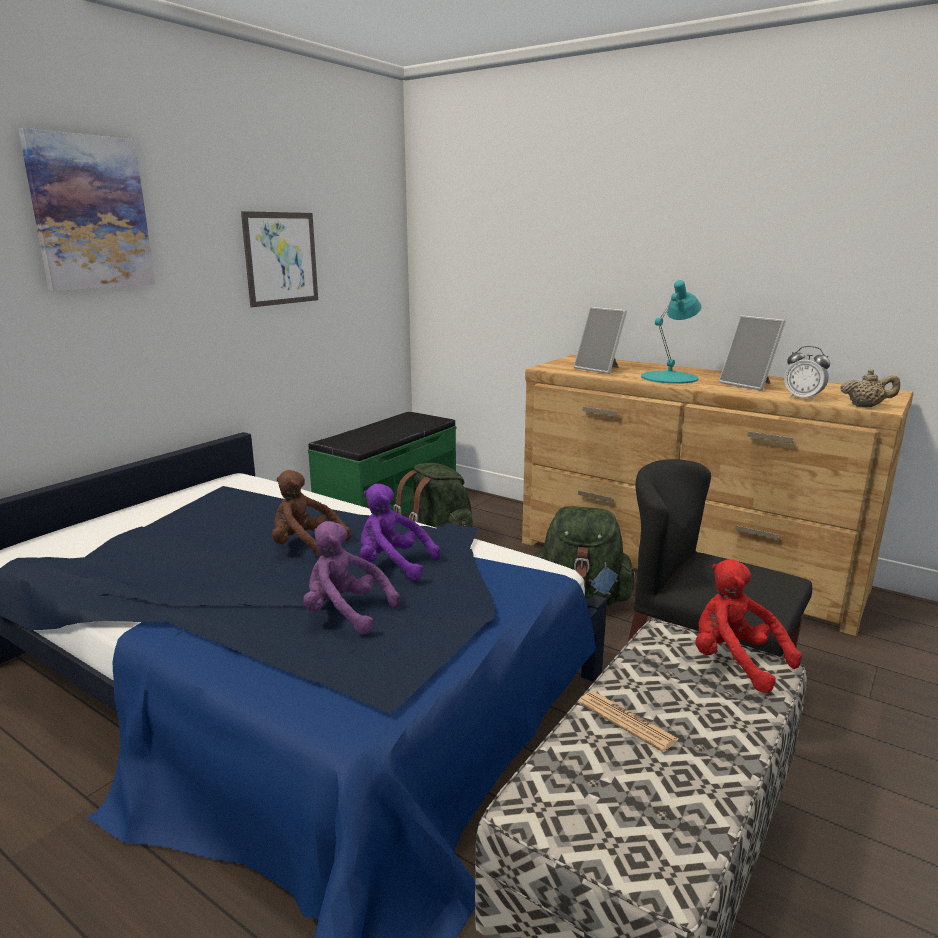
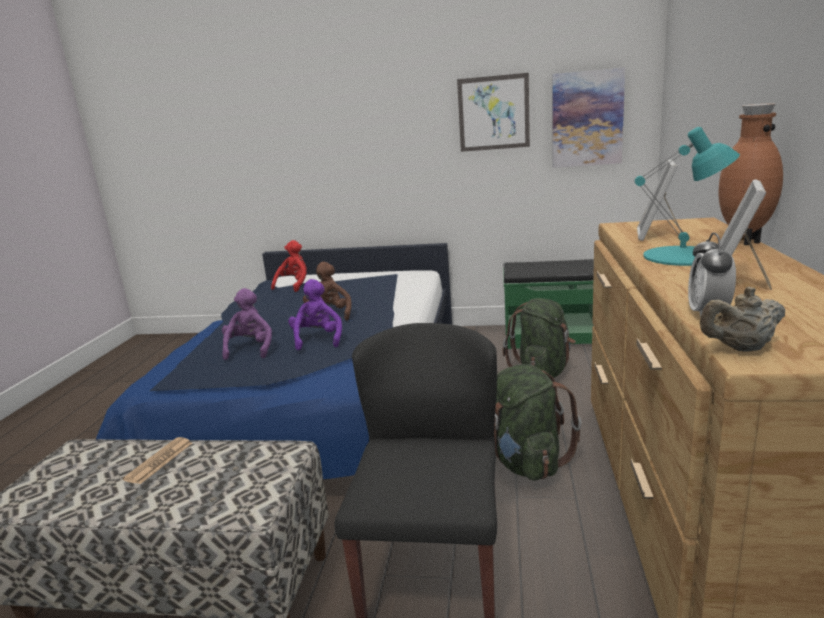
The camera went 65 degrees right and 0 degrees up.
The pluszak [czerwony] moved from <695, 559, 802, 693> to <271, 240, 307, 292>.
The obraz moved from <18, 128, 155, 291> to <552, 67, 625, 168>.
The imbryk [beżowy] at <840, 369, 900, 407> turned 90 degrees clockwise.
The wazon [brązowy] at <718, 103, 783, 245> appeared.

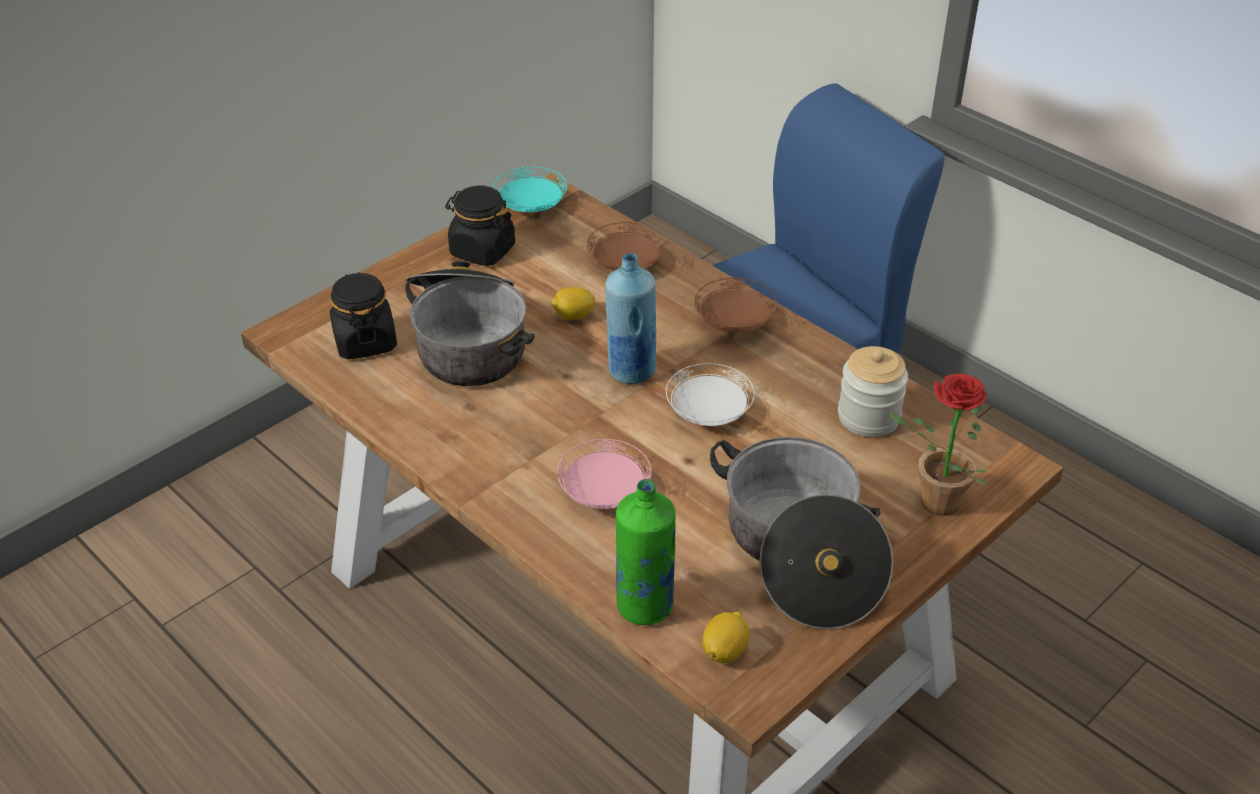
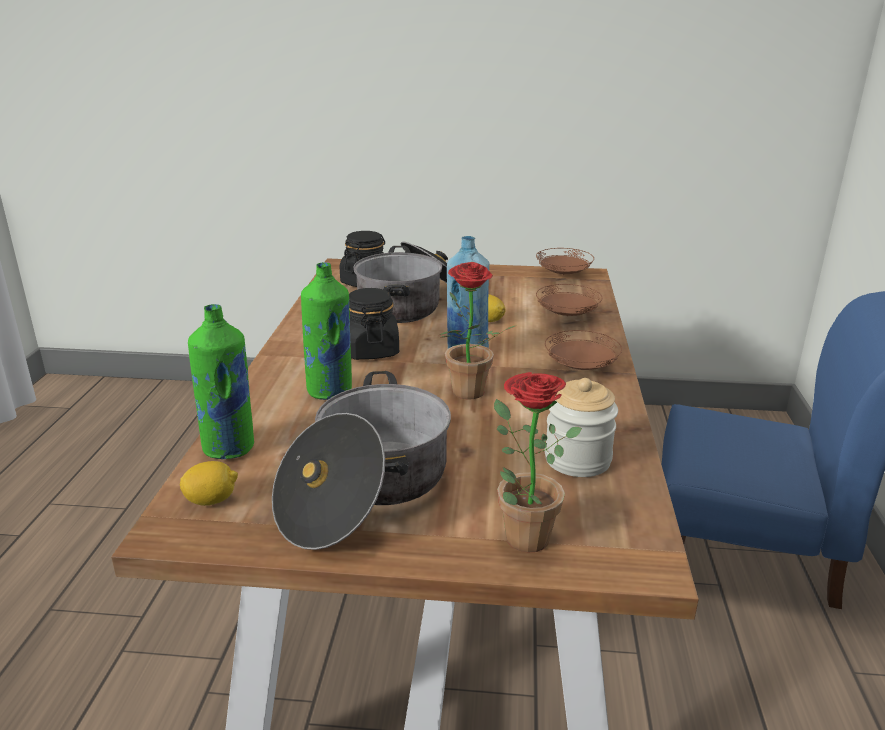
The camera went 50 degrees right and 15 degrees down.
The talerz [różowy] at <557, 439, 652, 509> was replaced by the butelka [zielony] at <301, 262, 352, 400>.
The słoik [czarny] moved from <445, 185, 515, 266> to <349, 288, 399, 360>.
The talerz [biały] at <666, 363, 755, 426> was replaced by the roślina doniczkowa at <440, 262, 517, 400>.
The talerz [turkusowy] at <493, 167, 567, 212> became the talerz [brązowy] at <536, 248, 594, 275>.

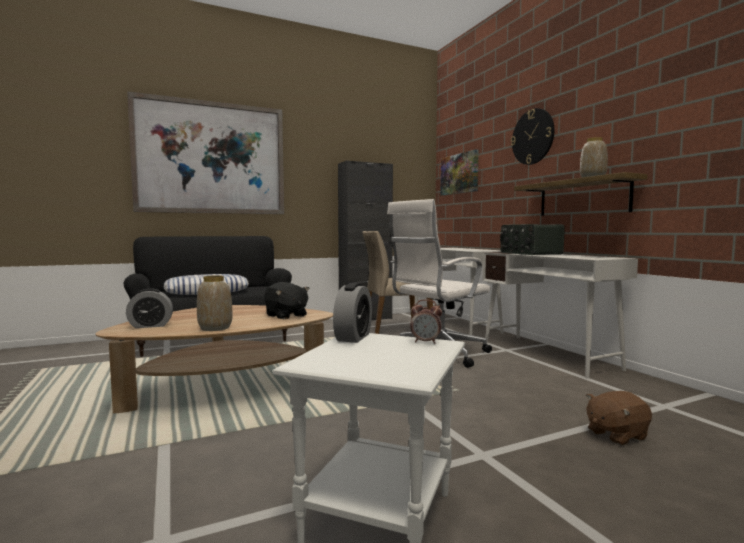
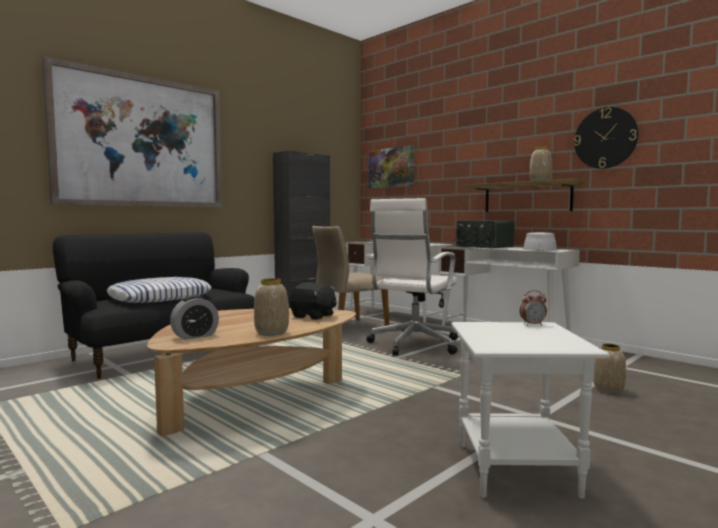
The camera went 20 degrees left and 0 degrees up.
The kapelusz [szary] at <523, 232, 558, 251> appeared.
The zegar ścienny moved from <511, 108, 554, 165> to <574, 107, 639, 169>.
The pluszak [brązowy] at <586, 391, 652, 445> was replaced by the wazon at <593, 343, 626, 394>.
The budzik at <333, 283, 372, 343> disappeared.

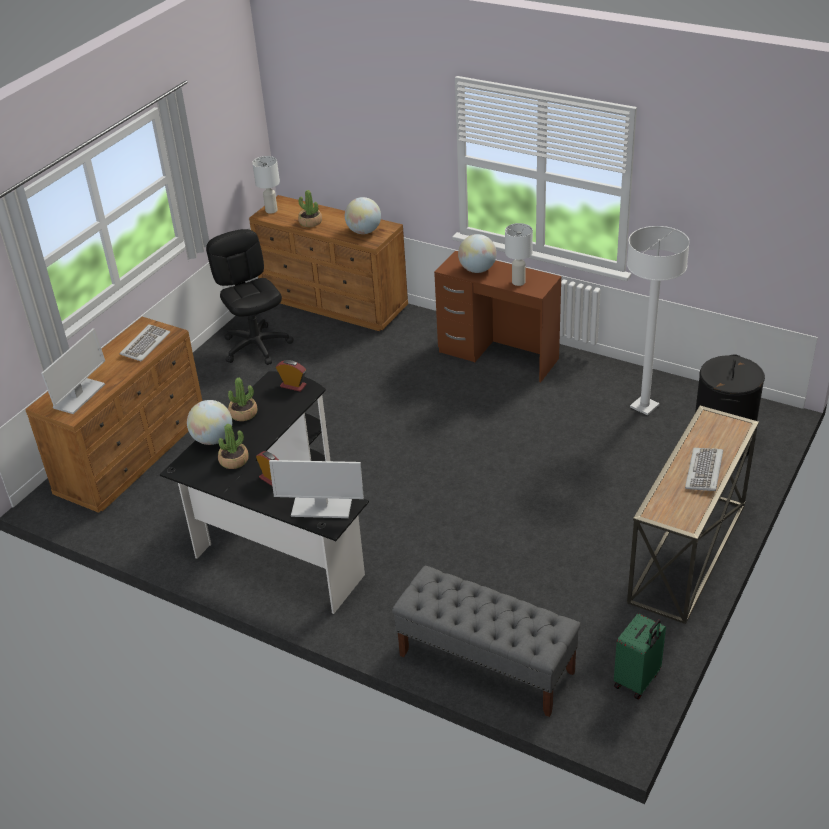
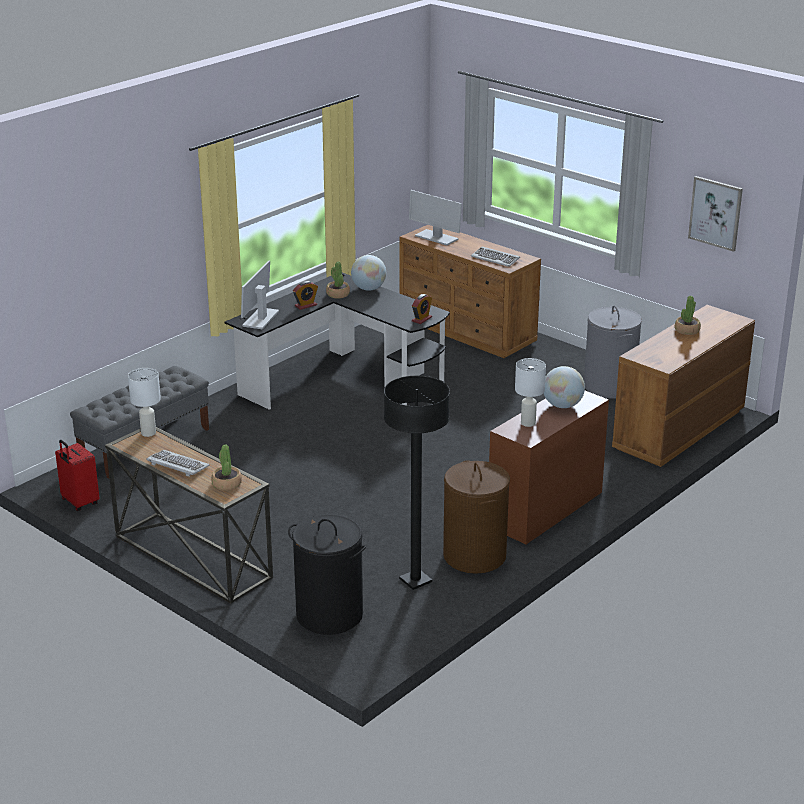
The camera went 100 degrees right and 10 degrees down.
The walizka [zielony] at <614, 613, 666, 699> became the walizka [czerwony] at <55, 440, 100, 511>.
The lampa stołowa [biały] moved from <252, 156, 280, 214> to <128, 368, 161, 437>.
The roślina doniczkowa moved from <228, 378, 258, 421> to <211, 444, 242, 491>.
The lampa stojąca [biały] at <627, 226, 690, 415> became the lampa stojąca [czarny] at <384, 376, 450, 590>.
The kosz na pranie [brązowy] at <443, 460, 510, 574> appeared.
The krzesło biurowe [czarny] at <206, 229, 294, 365> was replaced by the kosz na pranie [szary] at <584, 306, 642, 399>.
The obraz at <688, 176, 743, 252> appeared.
The globus at <345, 197, 381, 234> disappeared.

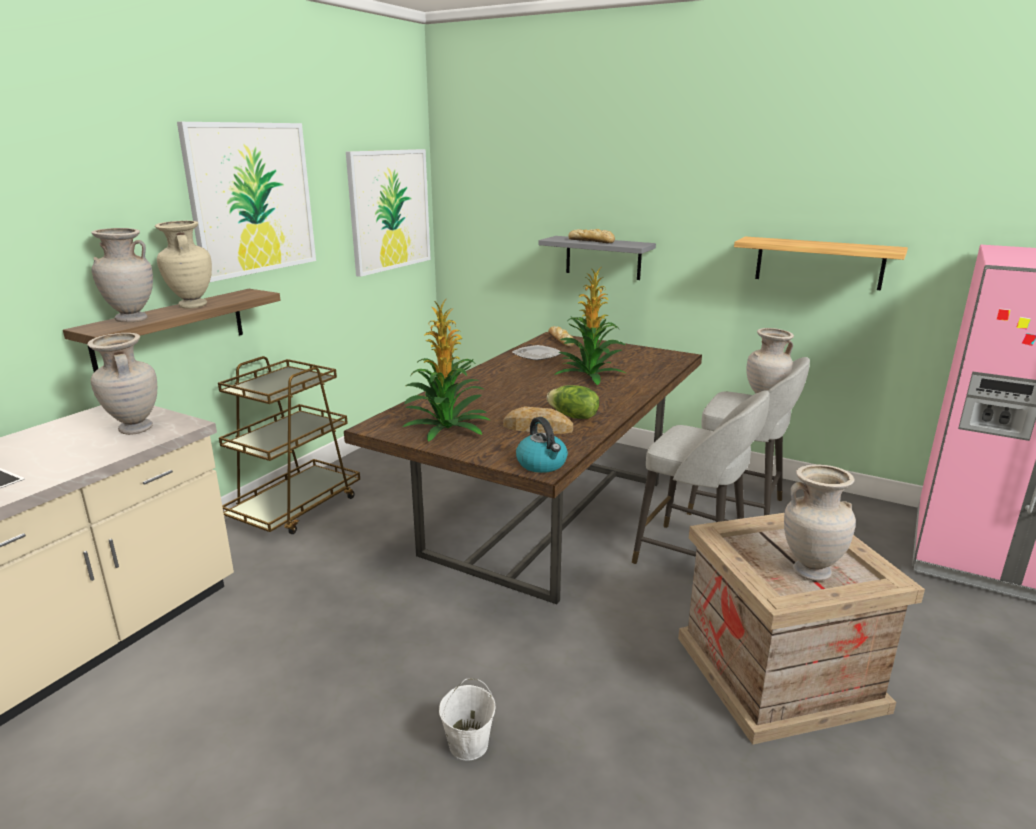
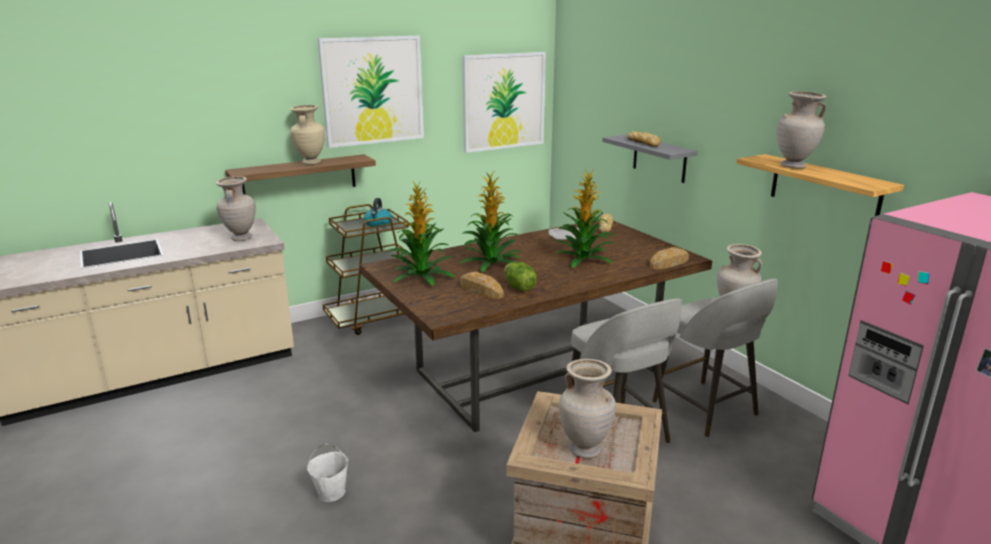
The camera went 30 degrees right and 0 degrees up.
The czajnik moved from <516, 417, 568, 473> to <364, 198, 392, 227>.
The roślina doniczkowa at <460, 171, 522, 272> appeared.
The chleb at <650, 247, 689, 269> appeared.
The wazon [beżowy] moved from <91, 228, 153, 322> to <777, 91, 827, 169>.

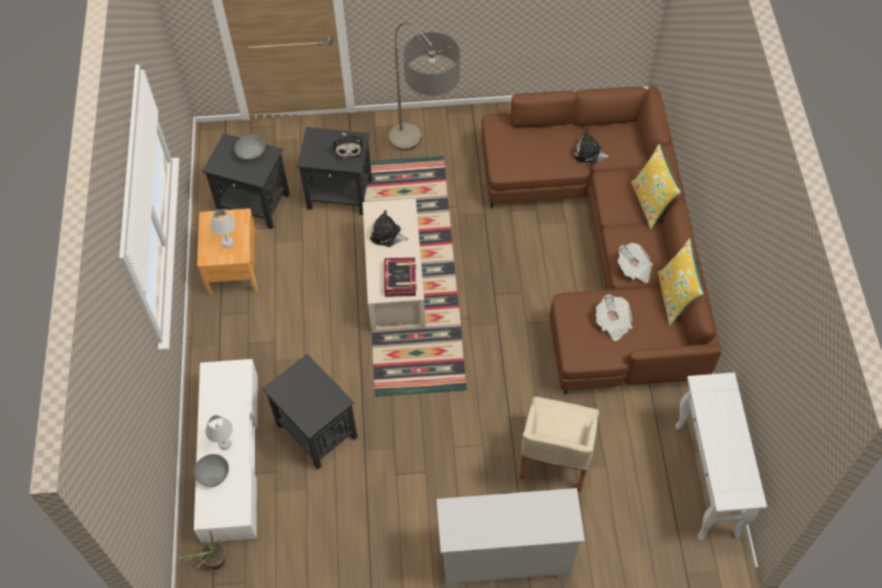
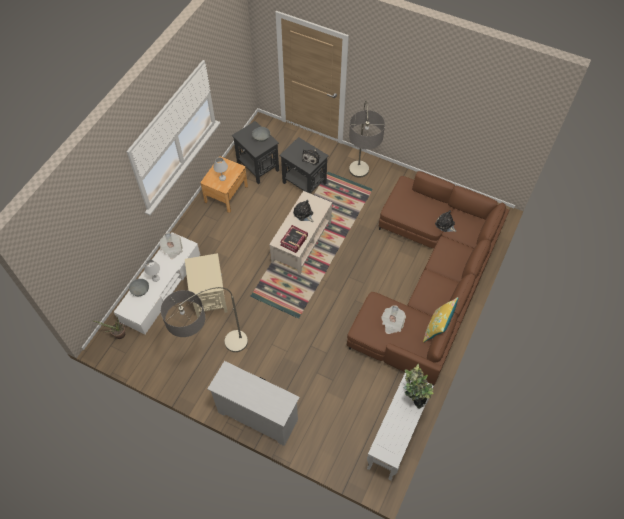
The camera went 30 degrees right and 0 degrees up.
The gazeta moved from <618, 243, 653, 283> to <160, 232, 183, 259>.
The lampa stojąca at <161, 287, 248, 352> appeared.
The stolik [czarny] at <262, 354, 357, 469> became the stolik [beżowy] at <185, 253, 227, 318>.
The roślina doniczkowa at <404, 364, 433, 409> appeared.
The fotel [beżowy] at <520, 397, 599, 492> disappeared.
The poduszka [żółty] at <631, 144, 681, 230> disappeared.

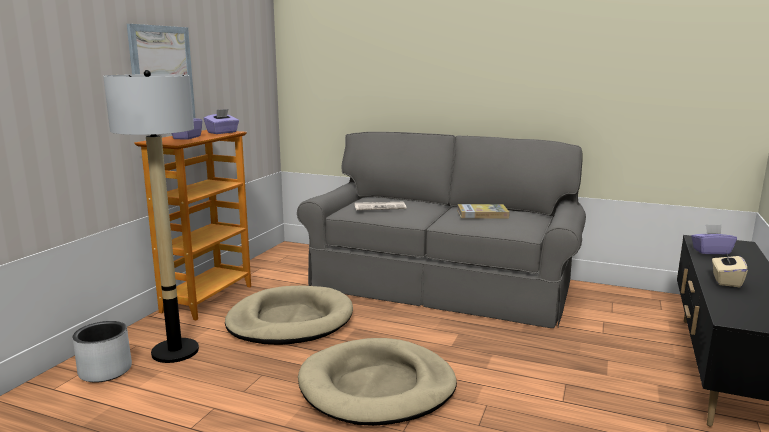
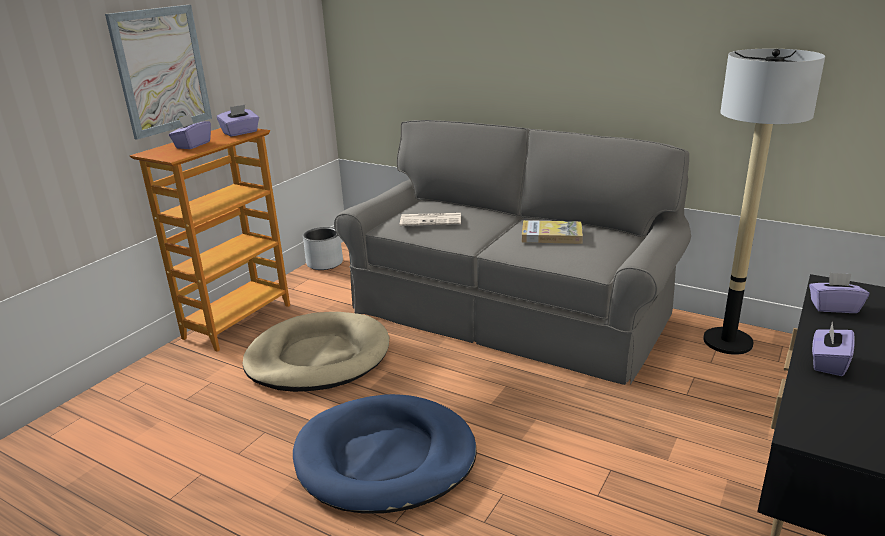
The camera went 10 degrees right and 10 degrees up.
The legowisko [beżowy] at <298, 338, 457, 426> became the legowisko [niebieski] at <293, 394, 477, 514>.
The donica [szary] moved from <73, 321, 132, 382> to <303, 227, 343, 270>.
The lampa stojąca moved from <103, 70, 199, 363> to <703, 49, 825, 355>.
The pudełko chusteczek [beżowy] at <712, 251, 748, 287> became the pudełko chusteczek [fioletowy] at <812, 322, 855, 376>.

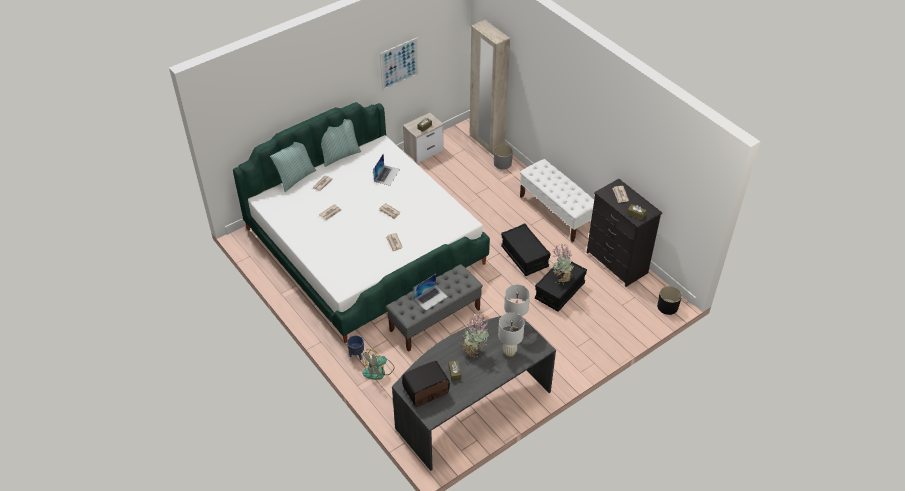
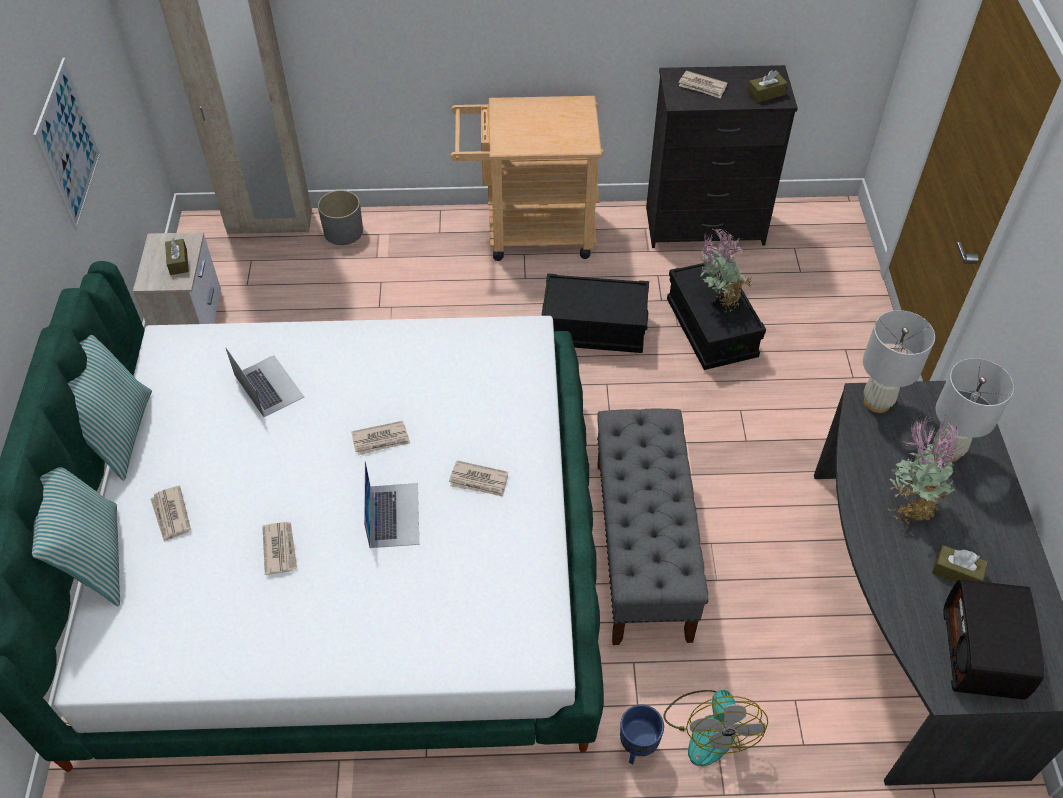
The camera went 55 degrees left and 5 degrees up.
The laptop moved from <413, 274, 448, 310> to <364, 461, 419, 548>.
The ławka [biały] at <520, 159, 594, 242> was replaced by the wózek [beżowy] at <451, 96, 604, 261>.
The donica [czarny] at <657, 286, 682, 315> disappeared.

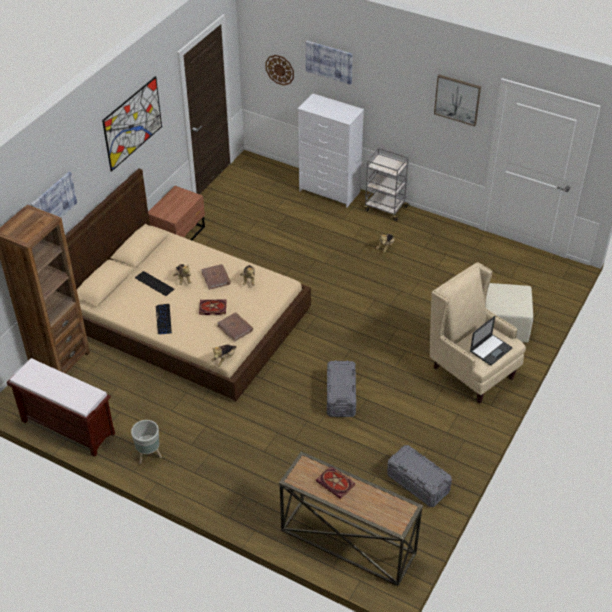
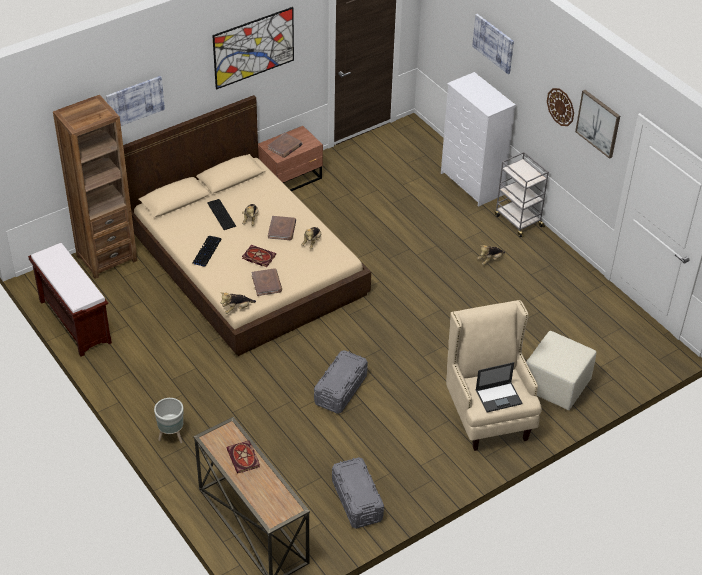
The camera went 25 degrees right and 0 degrees up.
The donica [szary] moved from <131, 420, 162, 464> to <154, 398, 183, 443>.
The książka [brązowy] at <268, 133, 303, 158> appeared.
The zegar ścienny moved from <265, 55, 294, 86> to <547, 88, 574, 126>.

